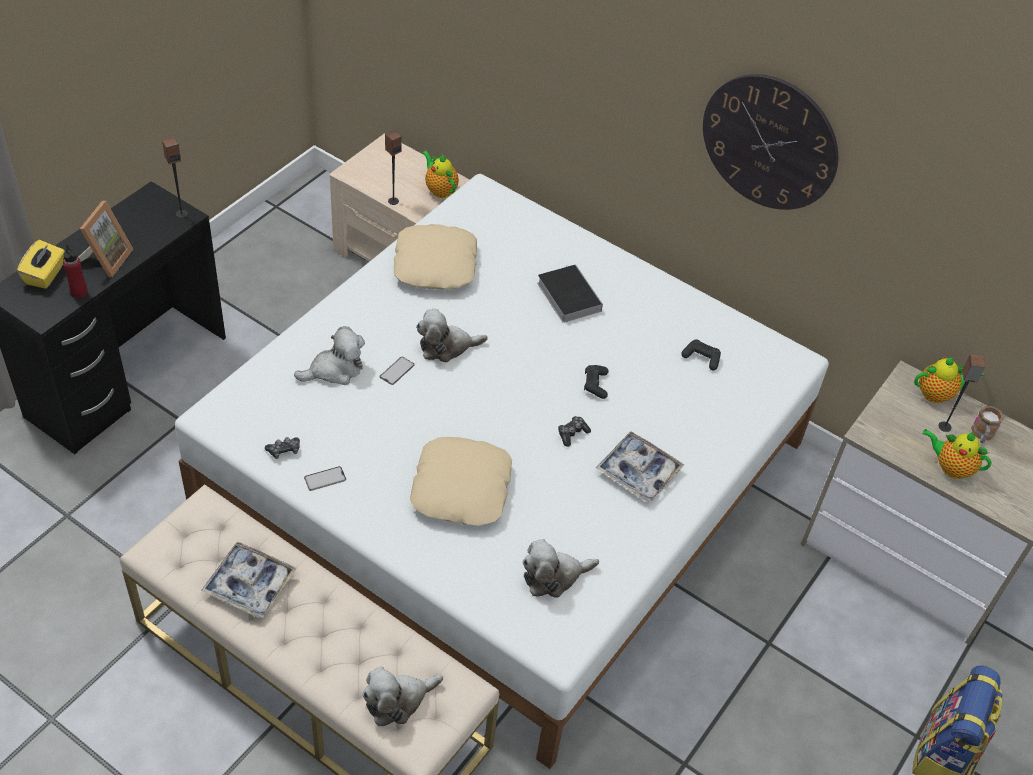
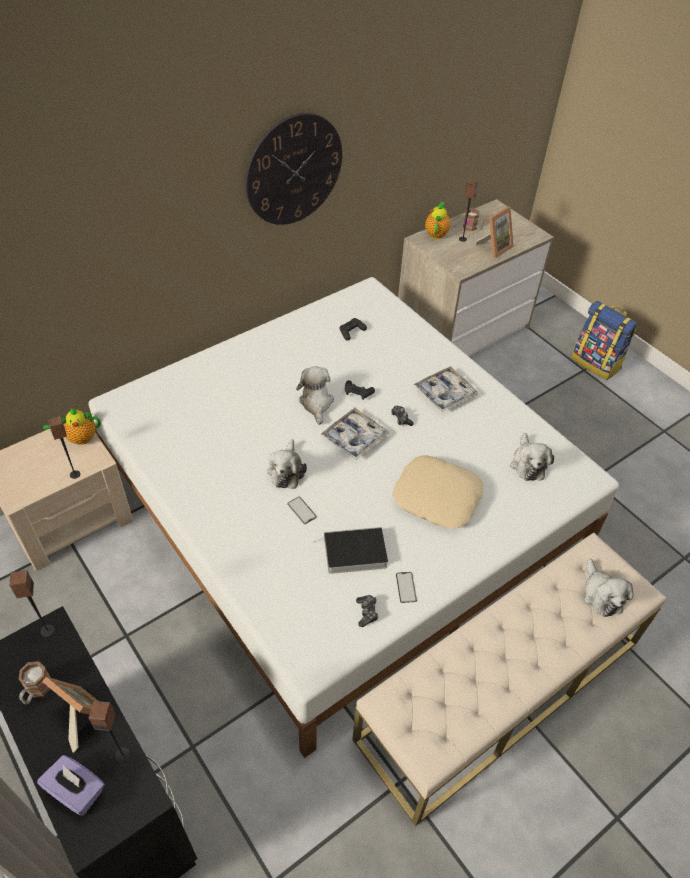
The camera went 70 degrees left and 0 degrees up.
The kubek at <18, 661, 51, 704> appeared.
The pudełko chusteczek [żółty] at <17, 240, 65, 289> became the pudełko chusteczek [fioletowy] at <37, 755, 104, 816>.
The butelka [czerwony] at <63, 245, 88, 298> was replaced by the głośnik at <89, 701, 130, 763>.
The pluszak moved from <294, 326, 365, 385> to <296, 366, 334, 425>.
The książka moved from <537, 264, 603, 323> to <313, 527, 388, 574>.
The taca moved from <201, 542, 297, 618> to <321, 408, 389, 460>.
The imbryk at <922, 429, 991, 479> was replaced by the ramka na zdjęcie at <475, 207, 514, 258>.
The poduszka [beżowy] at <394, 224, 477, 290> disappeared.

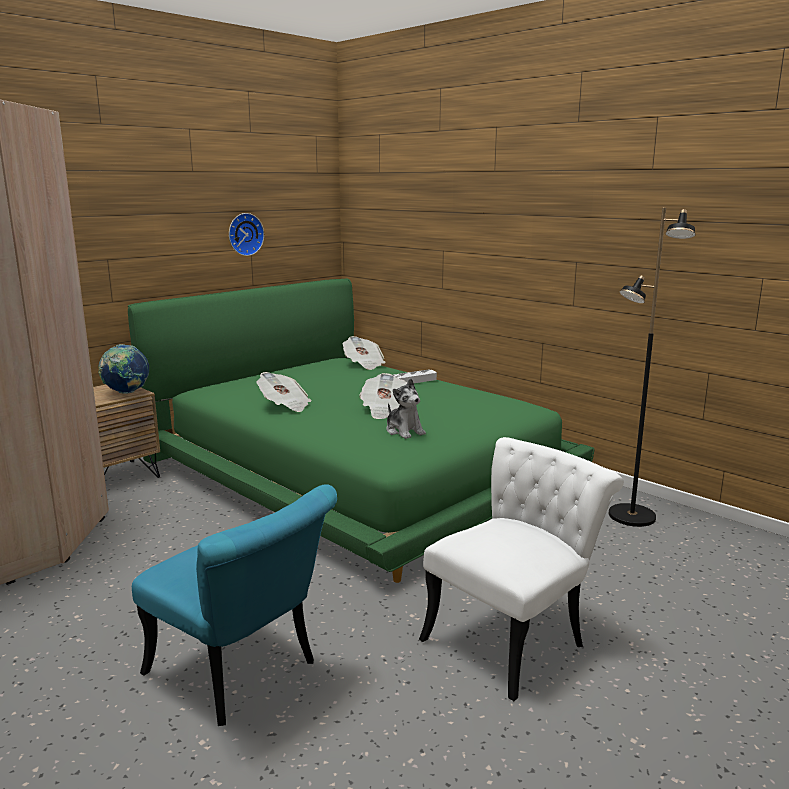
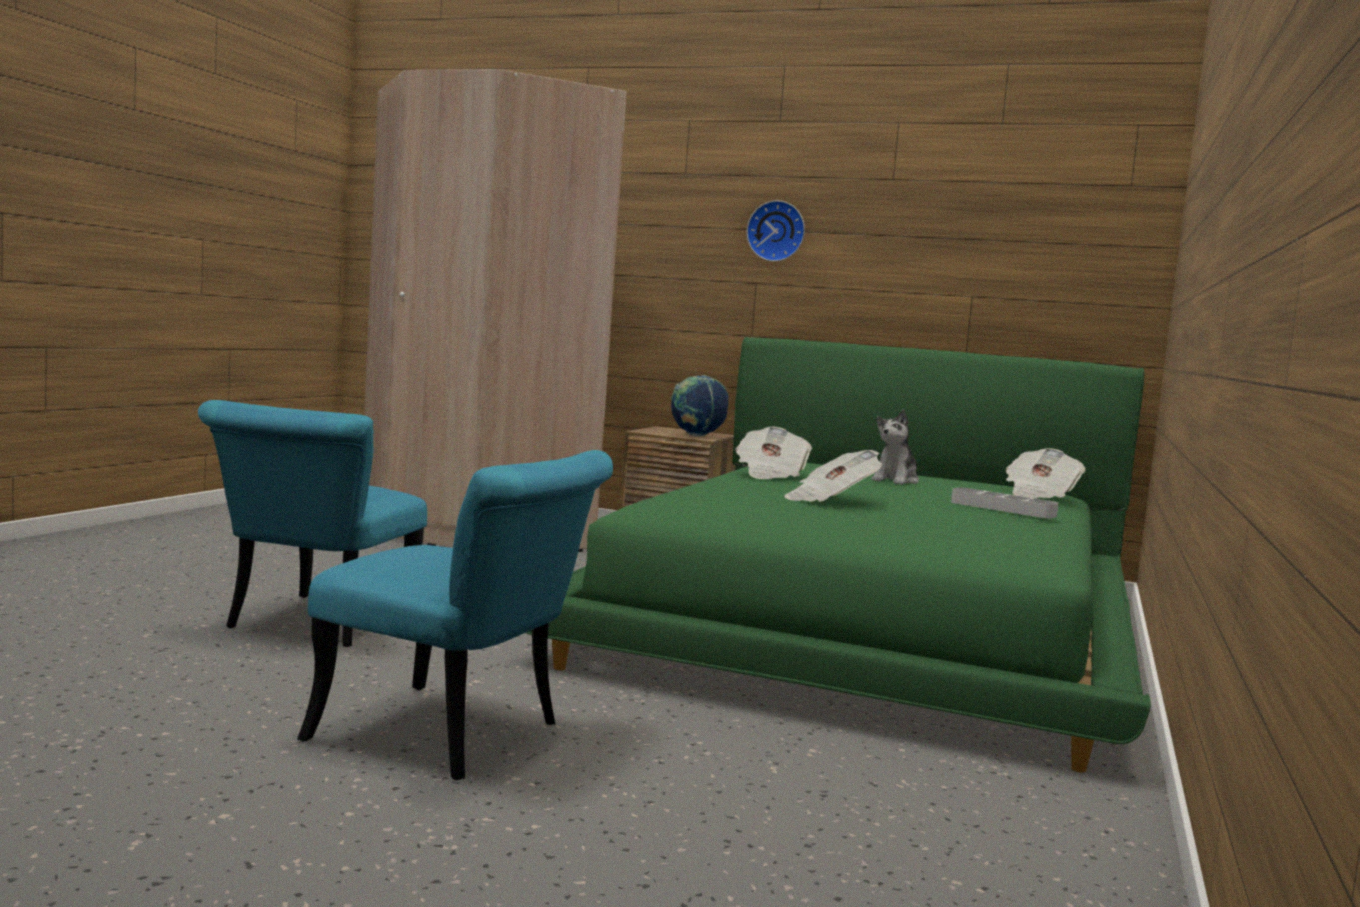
The camera went 65 degrees right and 10 degrees down.
The krzesło [biały] at <419, 437, 624, 701> became the krzesło [turkusowy] at <297, 450, 613, 780>.
The zegar ścienny moved from <229, 213, 264, 256> to <746, 200, 805, 262>.
The pluszak moved from <386, 378, 426, 439> to <871, 410, 919, 485>.
The lampa stojąca [czarny] at <609, 208, 696, 527> disappeared.

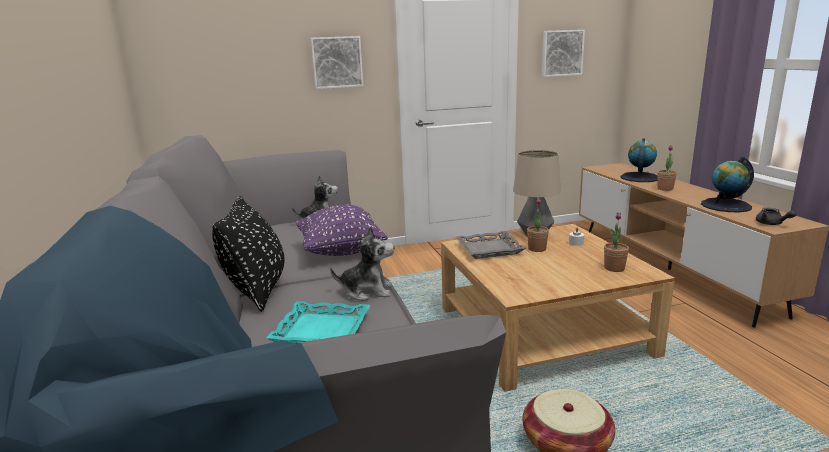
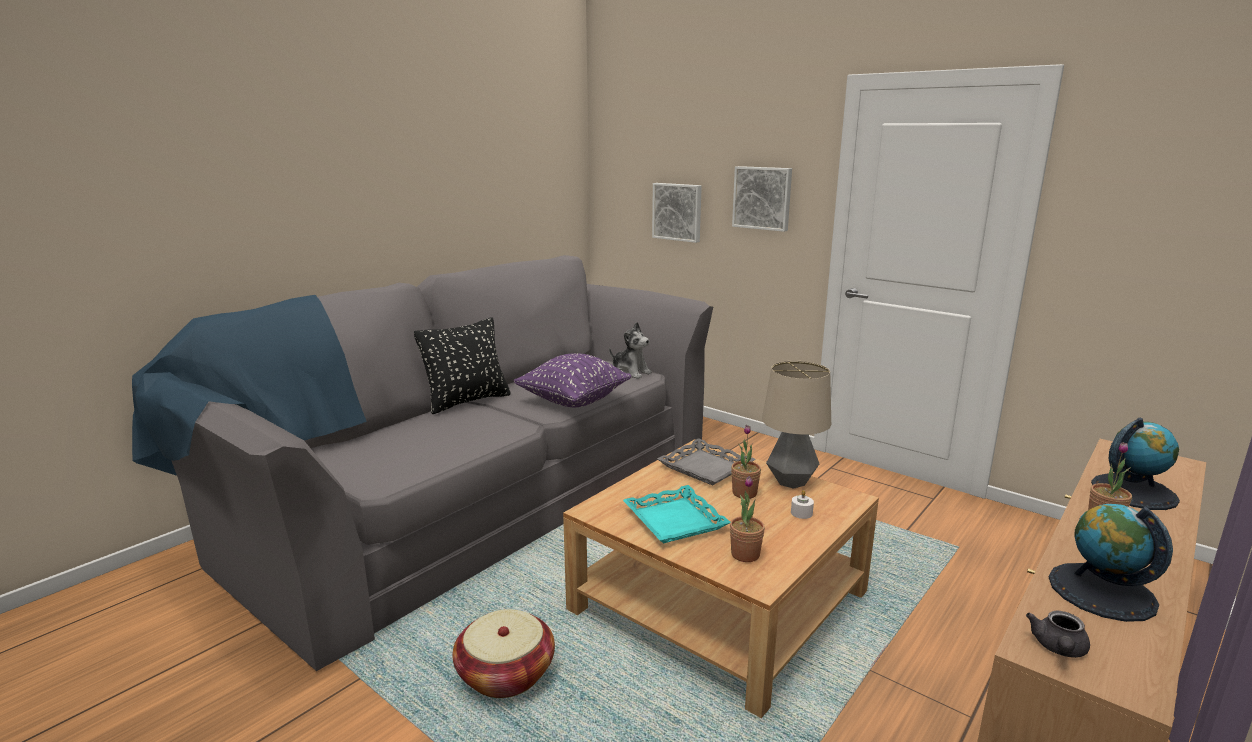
The camera went 55 degrees right and 0 degrees up.
The taca [turkusowy] moved from <266, 301, 370, 343> to <623, 485, 730, 543>.
The obraz moved from <542, 30, 585, 77> to <652, 183, 702, 243>.
The pluszak at <330, 226, 394, 301> disappeared.

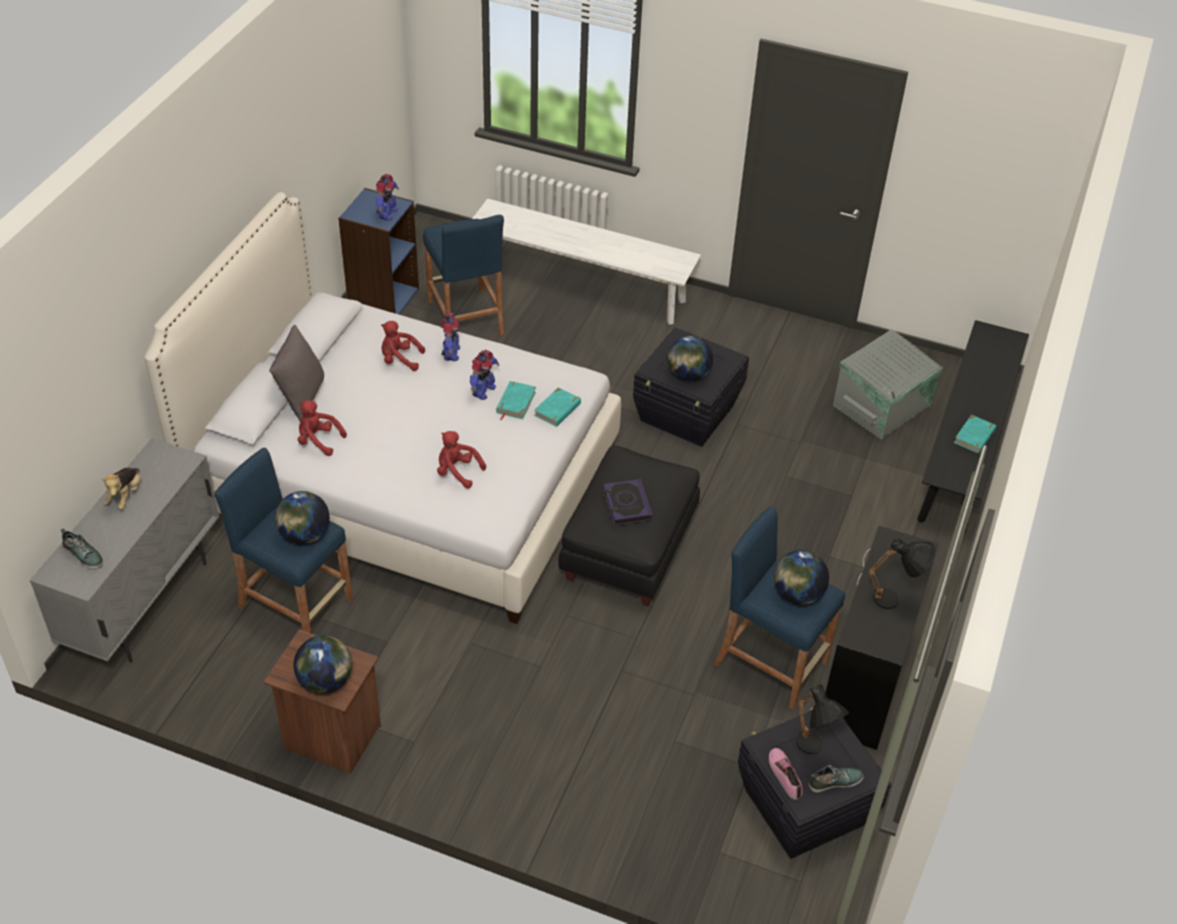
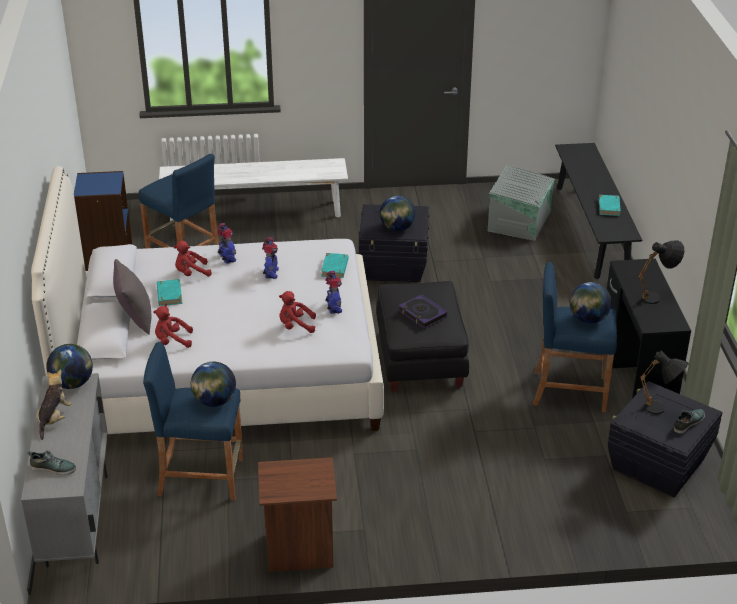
The camera went 25 degrees left and 10 degrees down.
The pluszak at <102, 468, 141, 509> turned 150 degrees counterclockwise.
The globus moved from <293, 635, 352, 694> to <46, 344, 93, 389>.
The książka [turkusowy] moved from <496, 381, 536, 420> to <157, 279, 182, 307>.
The robot zabawkowy moved from <376, 174, 399, 221> to <325, 271, 342, 314>.
The but at <769, 748, 803, 800> disappeared.

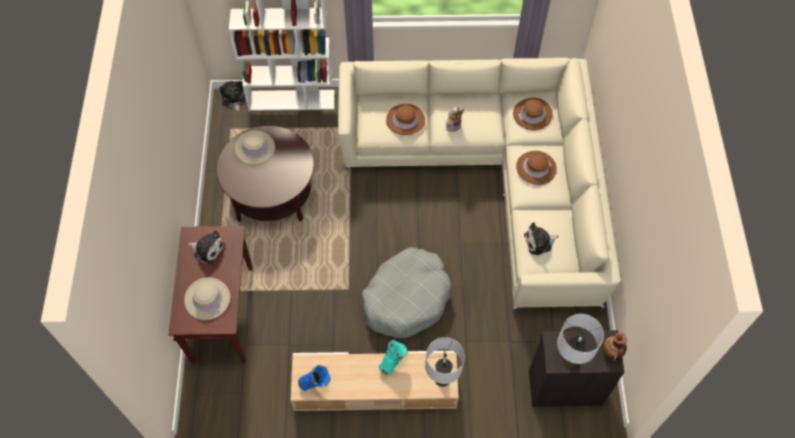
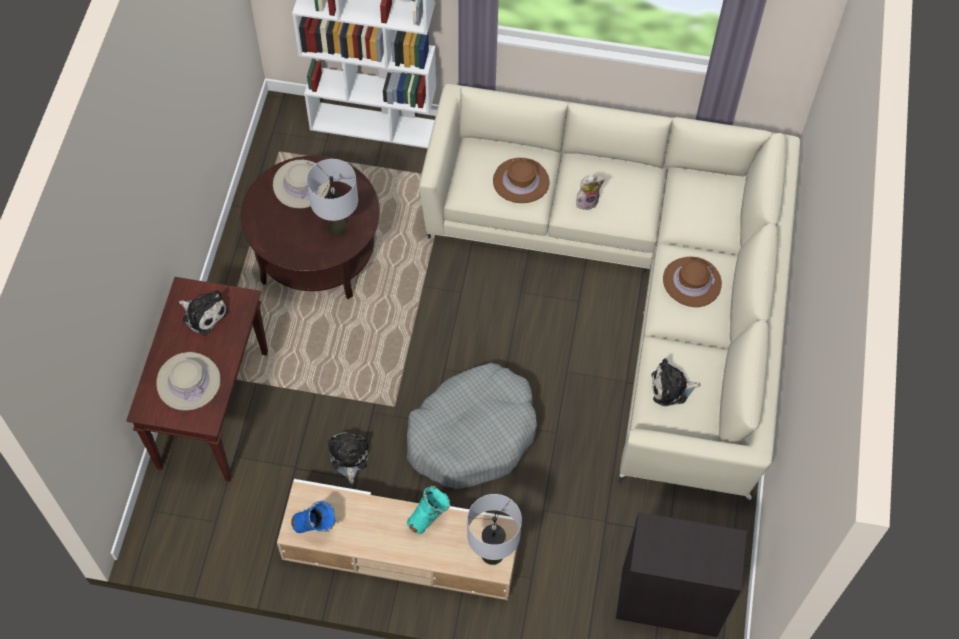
The camera went 10 degrees right and 0 degrees up.
The lampa stołowa [szary] moved from <557, 314, 604, 368> to <307, 159, 358, 236>.
The pluszak moved from <219, 81, 246, 111> to <328, 432, 369, 484>.
The kapelusz [brązowy] at <513, 98, 553, 130> disappeared.
The wazon at <602, 333, 627, 361> disappeared.

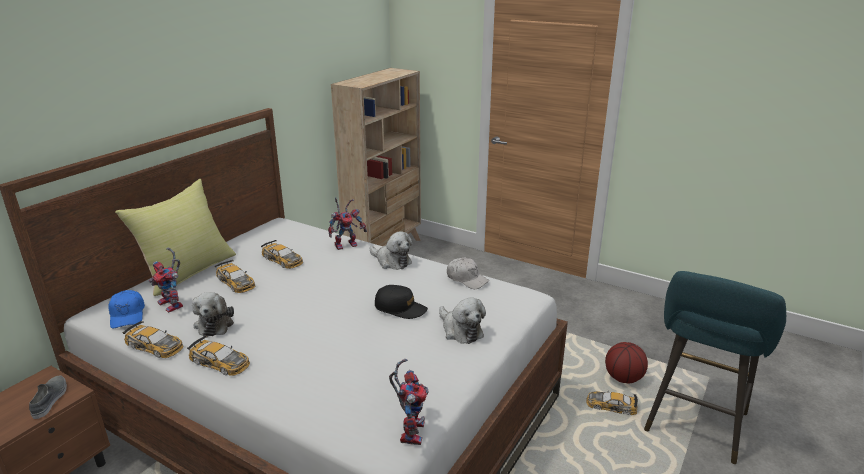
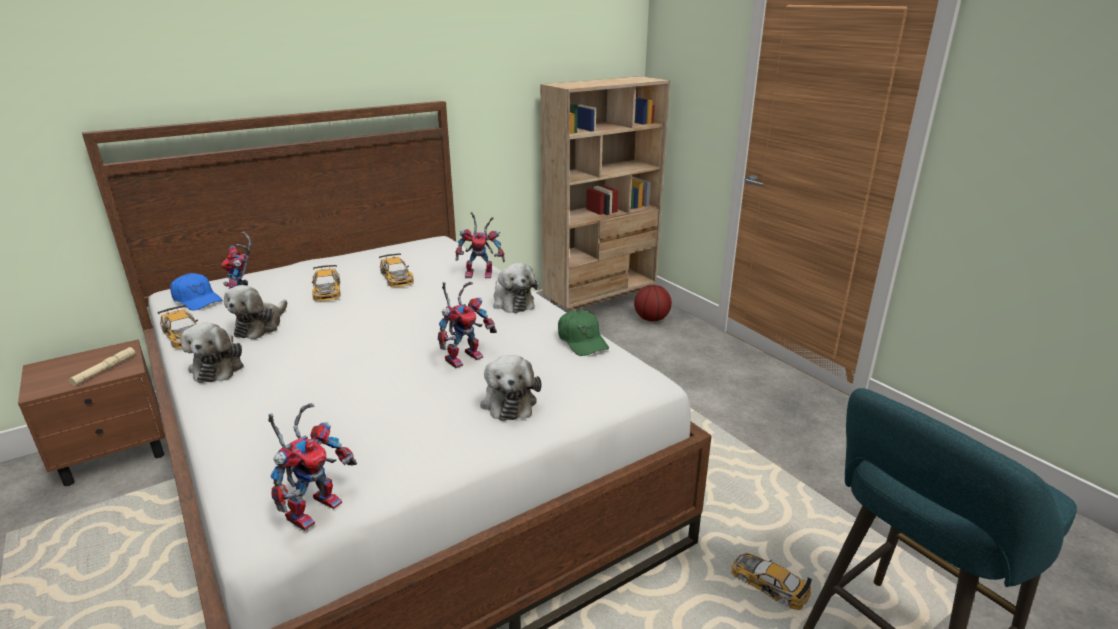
The camera went 25 degrees right and 0 degrees up.
The but [szary] at <29, 376, 67, 419> was replaced by the latarka [beżowy] at <69, 347, 136, 386>.
The czapka z daszkiem [niebieski] at <108, 290, 145, 328> turned 60 degrees counterclockwise.
The samochodzik at <187, 335, 250, 376> was replaced by the pluszak at <181, 323, 244, 383>.
The czapka z daszkiem [czarny] at <375, 285, 428, 319> was replaced by the robot zabawkowy at <438, 282, 497, 368>.
The czapka z daszkiem [biały] at <447, 258, 489, 289> became the czapka z daszkiem [zielony] at <558, 310, 609, 356>.
The piłka do koszykówki moved from <605, 342, 648, 384> to <634, 285, 672, 322>.
The poduszka [żółty] at <115, 179, 236, 296> disappeared.

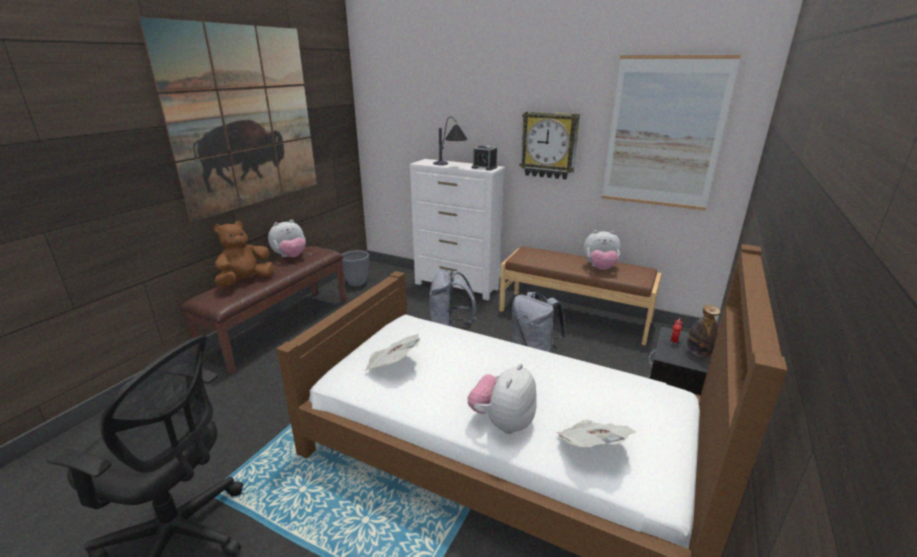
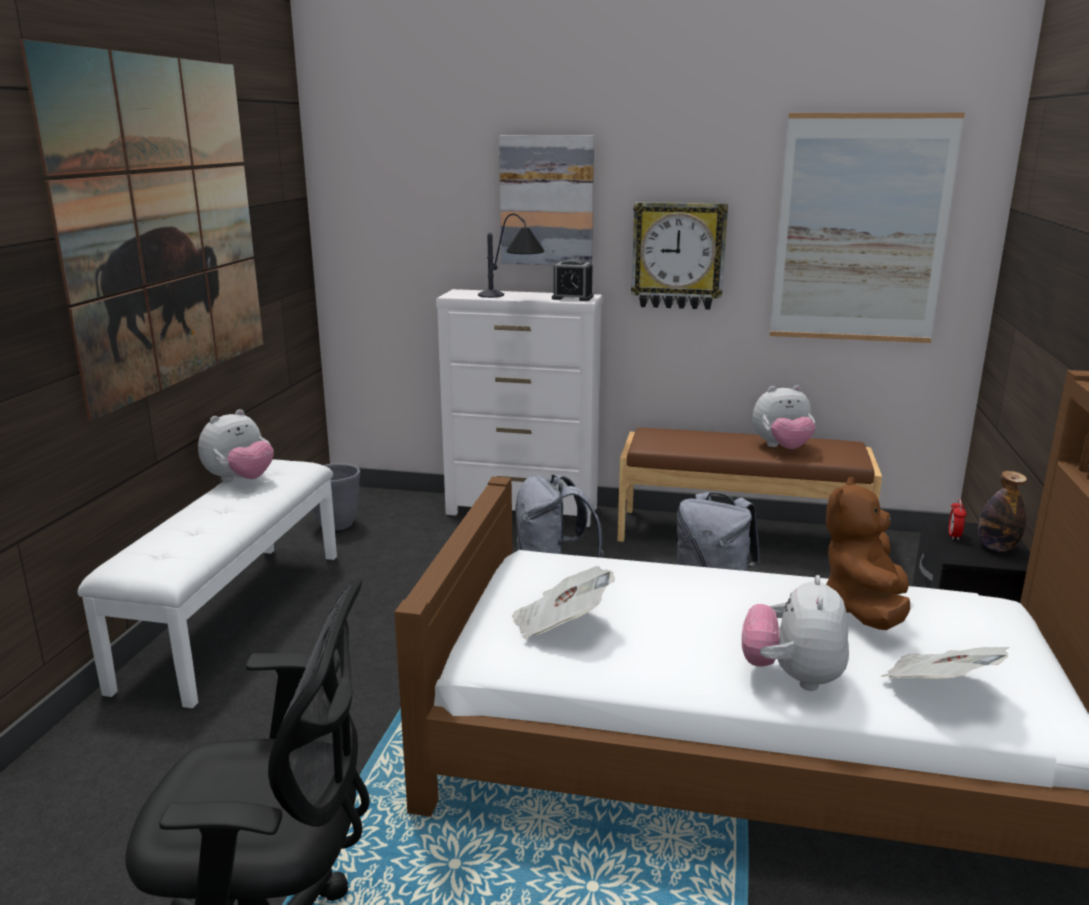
The camera went 15 degrees left and 5 degrees down.
The ławka [brązowy] at <181, 246, 347, 375> became the ławka [biały] at <77, 460, 337, 708>.
The obraz at <499, 135, 594, 265> appeared.
The pluszak [brązowy] moved from <214, 221, 274, 287> to <826, 477, 910, 630>.

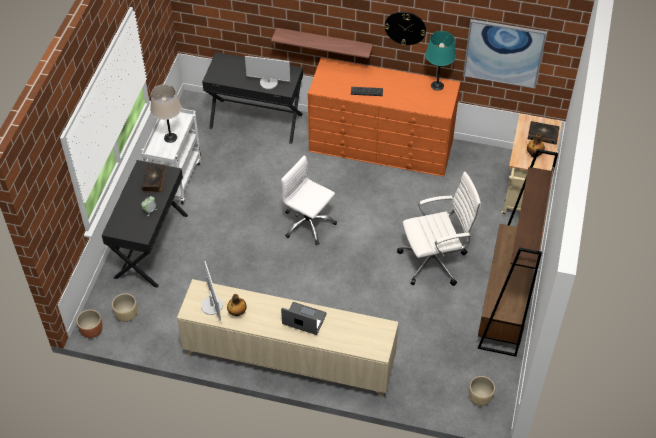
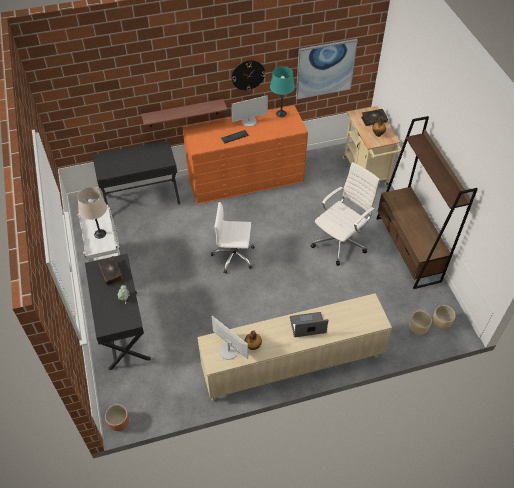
The camera went 30 degrees left and 0 degrees up.
The monitor moved from <245, 56, 290, 89> to <232, 95, 268, 127>.
The donica [beżowy] moved from <112, 293, 137, 322> to <409, 311, 432, 335>.

